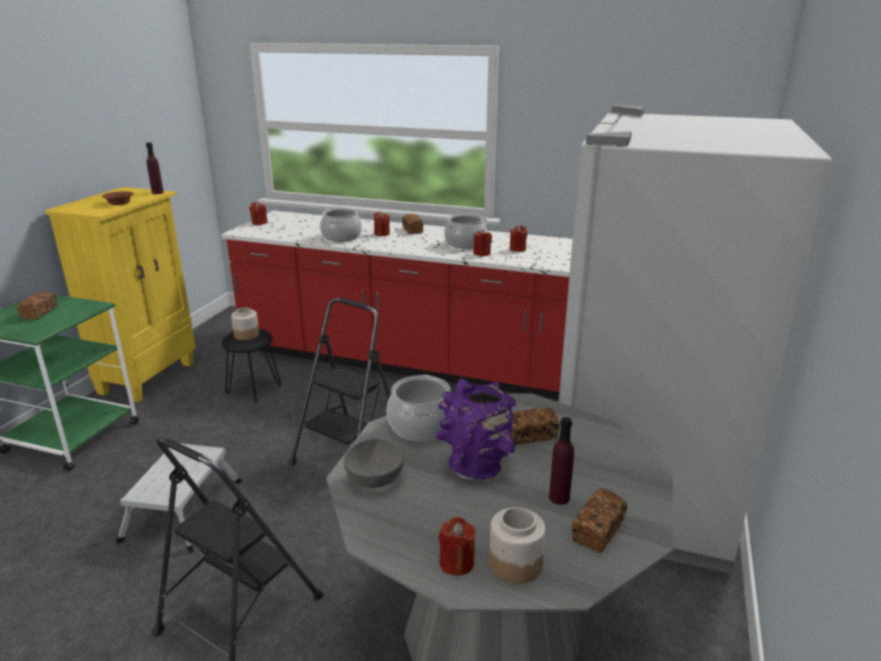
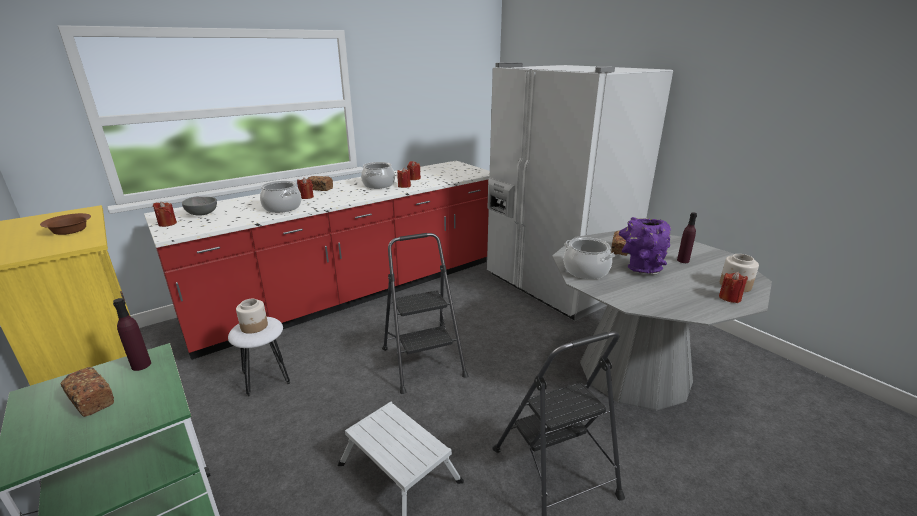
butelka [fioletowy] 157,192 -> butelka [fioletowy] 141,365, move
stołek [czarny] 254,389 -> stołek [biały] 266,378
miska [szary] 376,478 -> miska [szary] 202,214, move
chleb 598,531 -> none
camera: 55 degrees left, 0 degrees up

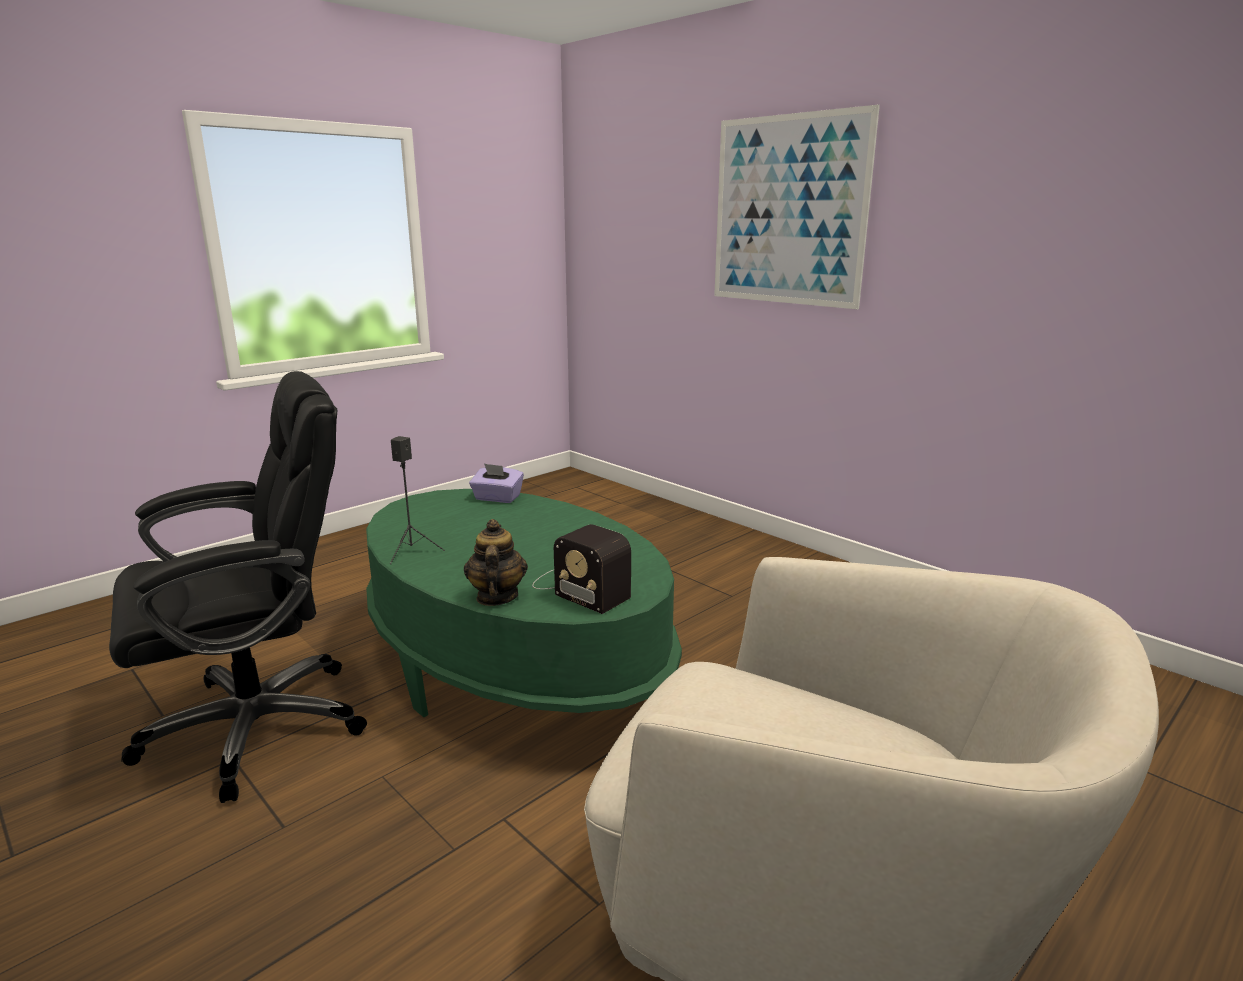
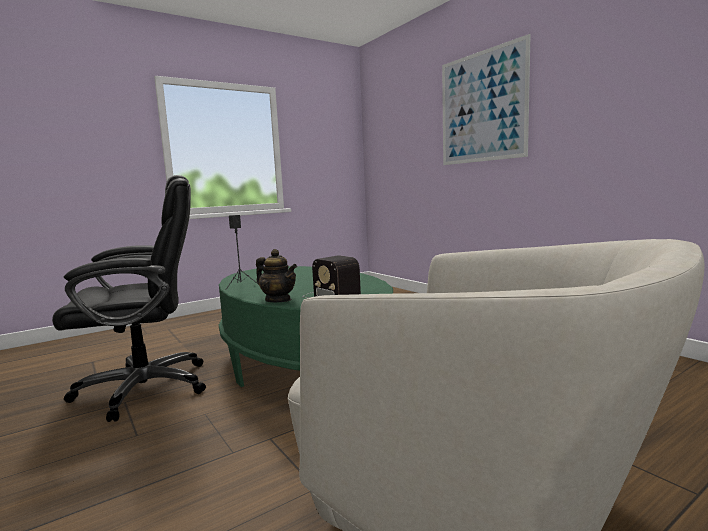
pudełko chusteczek [fioletowy] 497,498 -> none
imbryk 496,597 -> imbryk 278,300, 120 degrees clockwise
camera: 10 degrees right, 10 degrees down

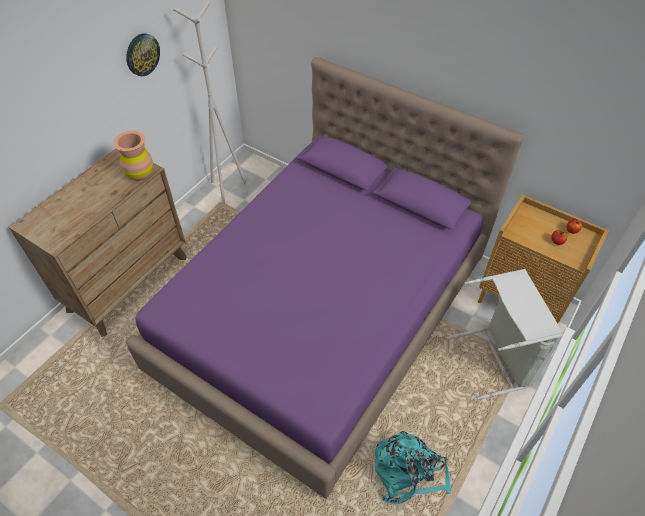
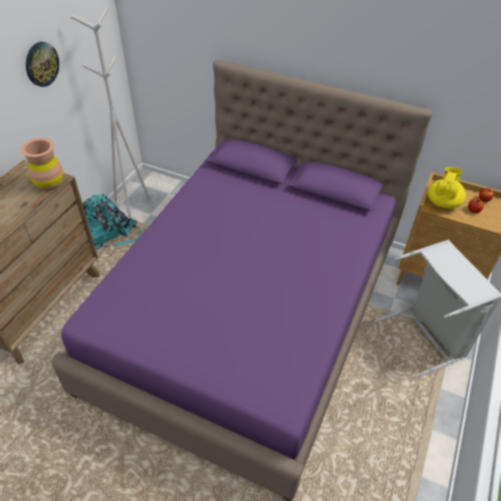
plecak [turkusowy] 408,471 -> plecak [turkusowy] 111,235, move
none -> imbryk [żółty] 443,202
camera: 10 degrees left, 5 degrees down

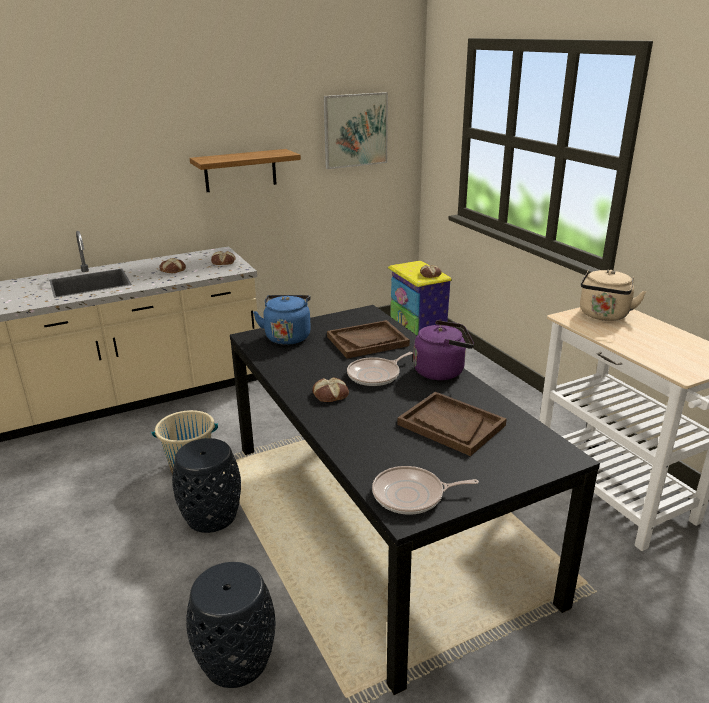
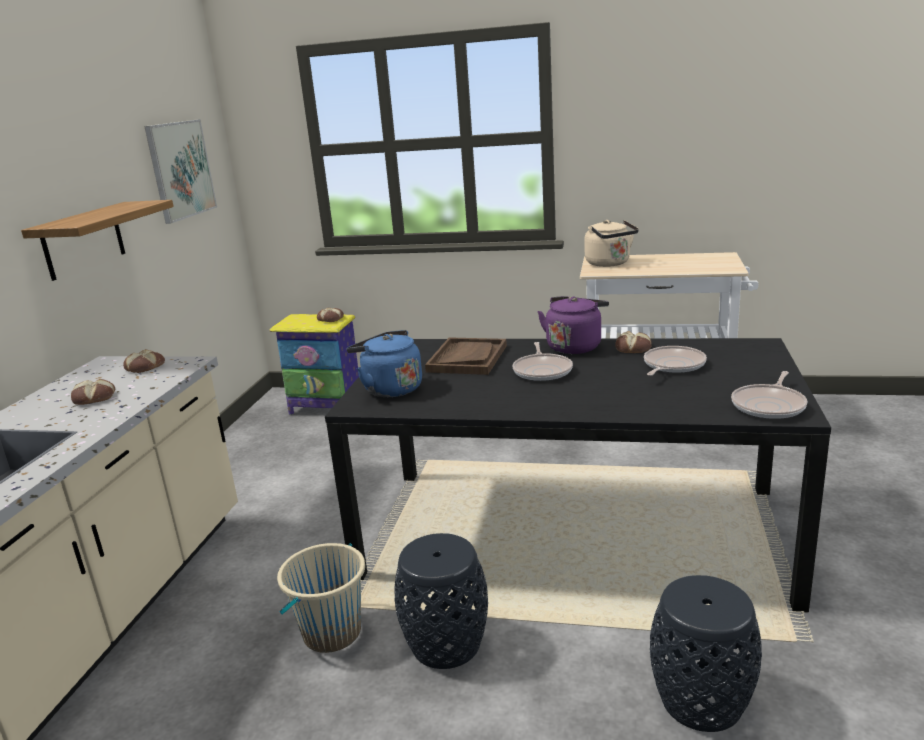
chleb 330,395 -> chleb 634,348, move
taca [brązowy] 451,425 -> patelnia 672,366
camera: 50 degrees left, 5 degrees down

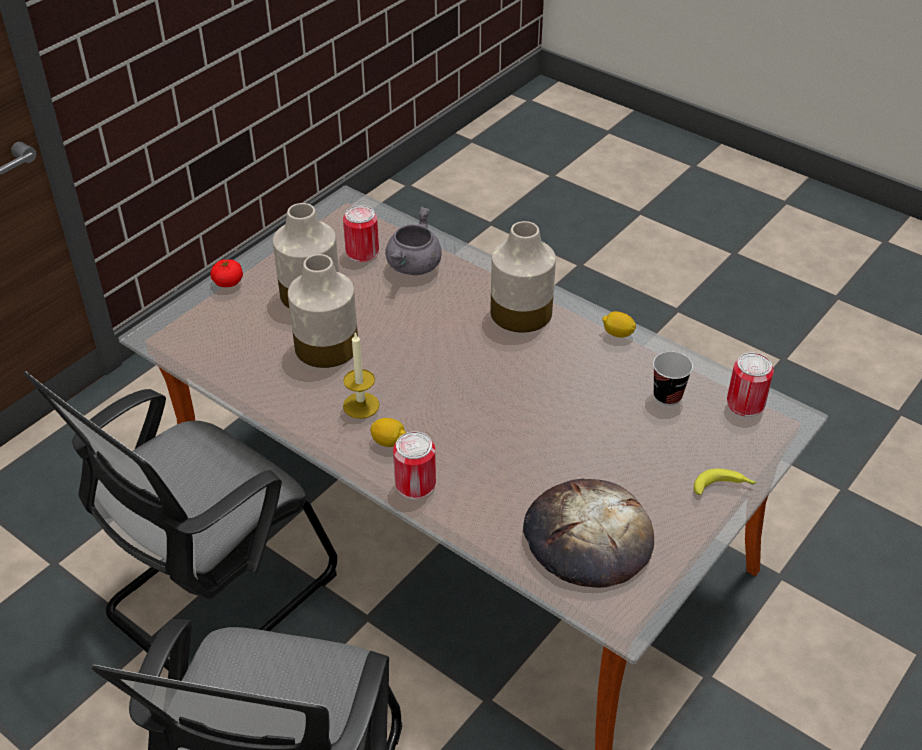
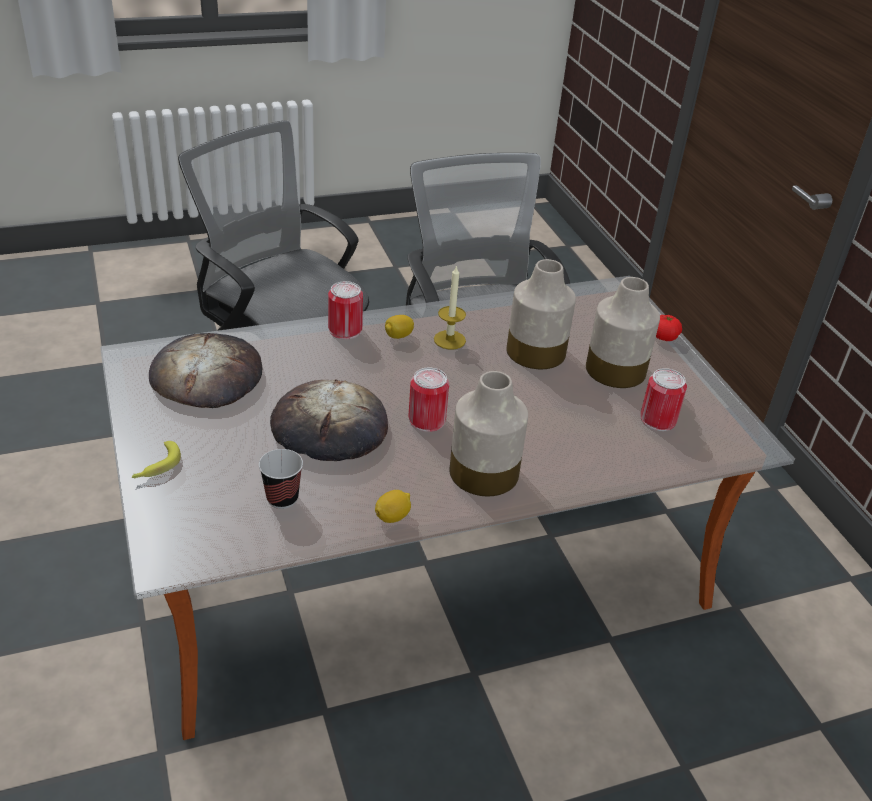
garnek [szary] 414,267 -> none
puszka 745,403 -> puszka 427,420, move
none -> chleb 329,428
camera: 120 degrees right, 5 degrees down

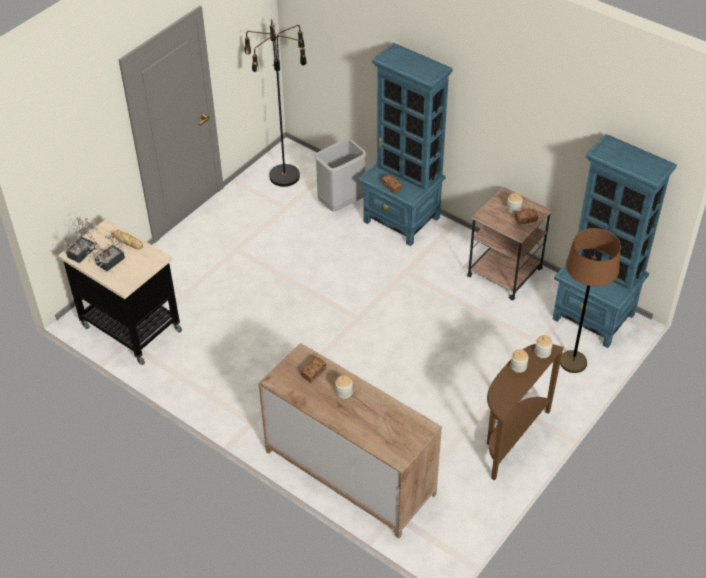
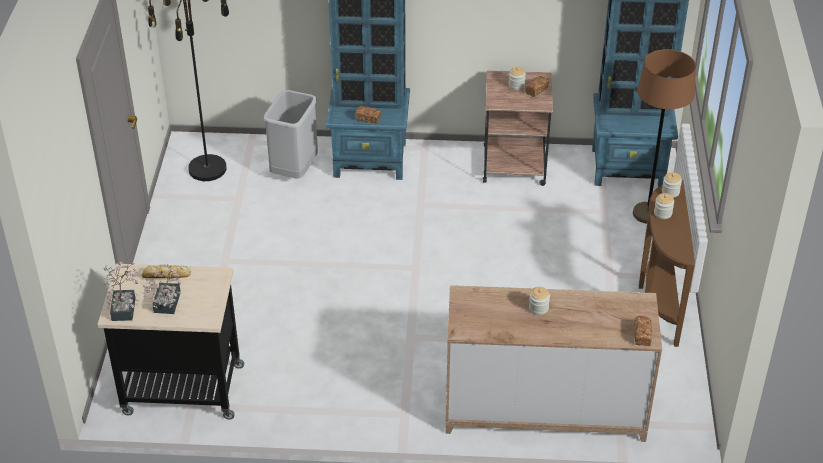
chleb 314,373 -> chleb 642,335, move
camera: 35 degrees left, 5 degrees down

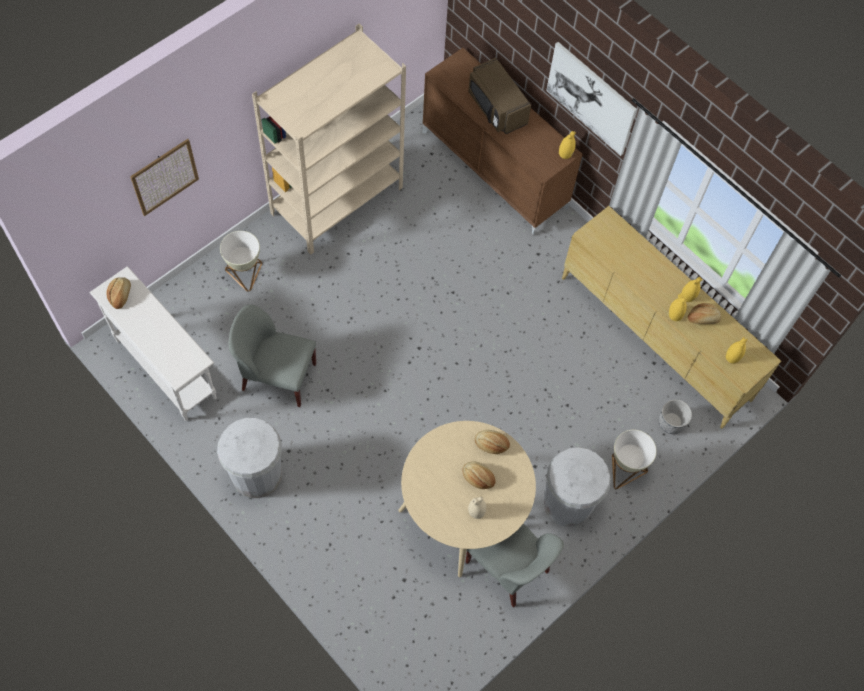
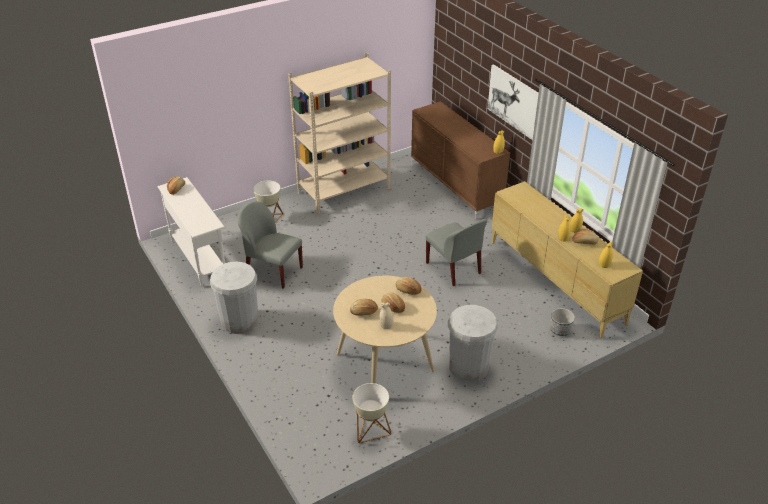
mikrofalówka [brązowy] 496,108 -> none
obraz 164,176 -> none
donica 624,470 -> donica 371,430, move
krzesło [szary] 509,568 -> krzesło [szary] 454,269, move
none -> chleb 363,312
camera: 15 degrees right, 25 degrees down

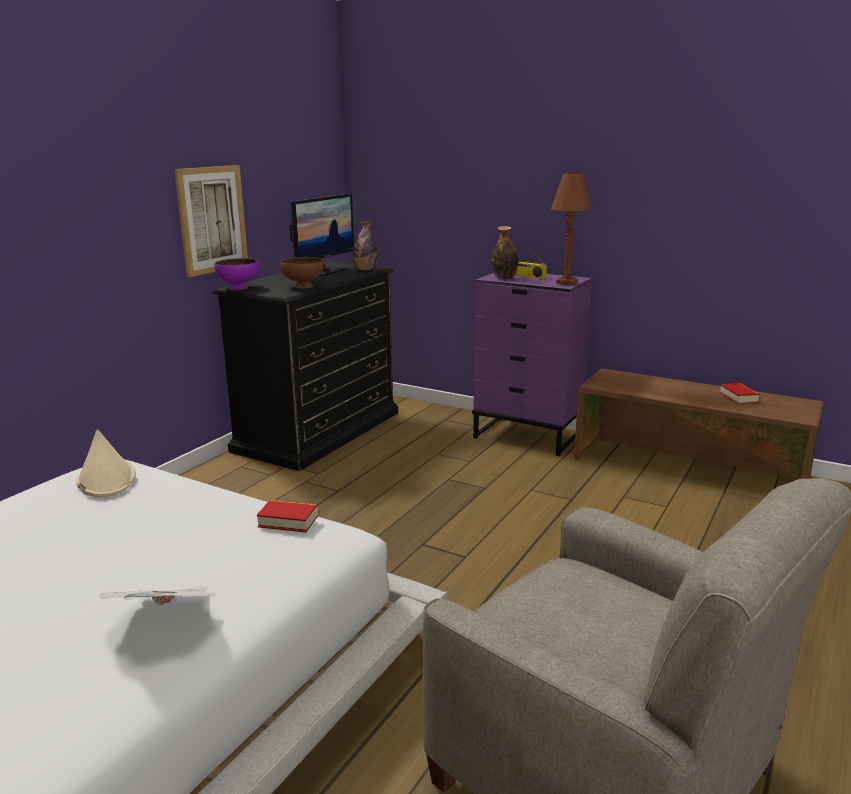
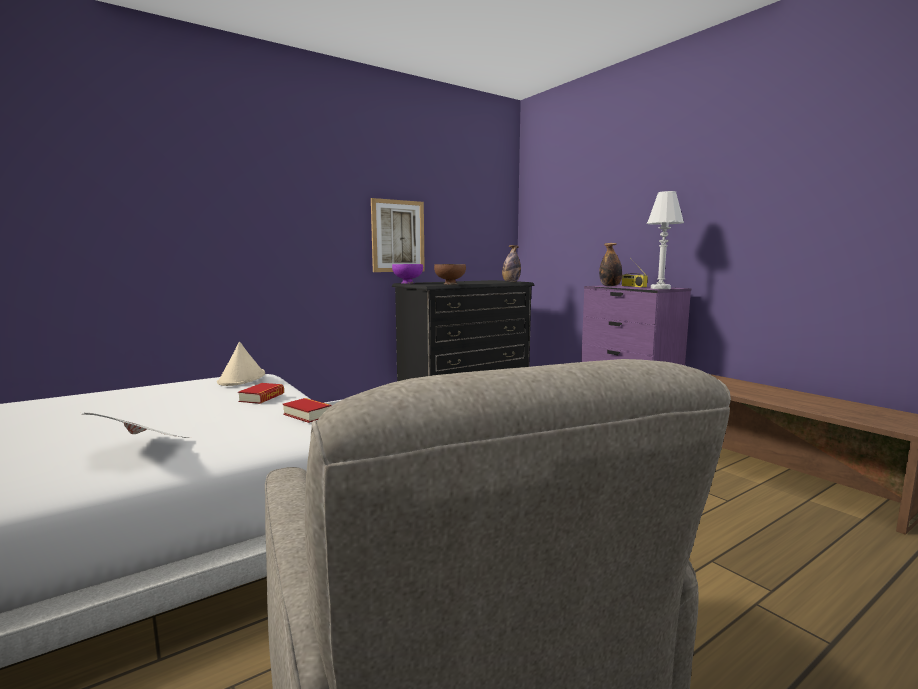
lampa stołowa [brązowy] 566,283 -> lampa stołowa [biały] 660,288
monitor 324,271 -> none
książka 738,397 -> książka 262,397, move
camera: 25 degrees right, 10 degrees down

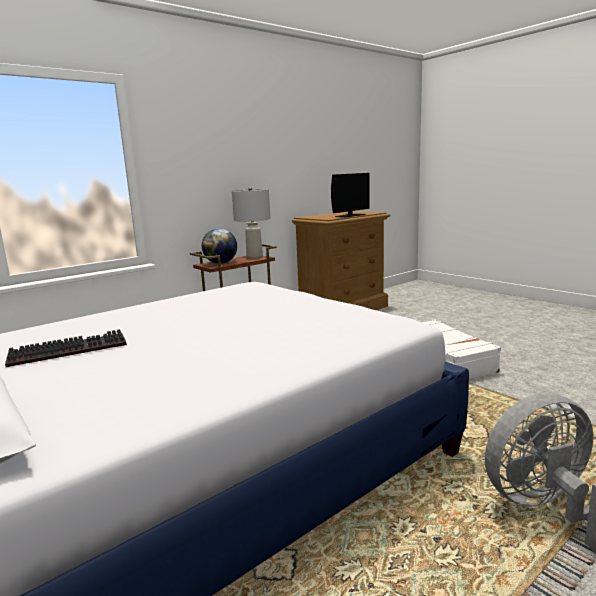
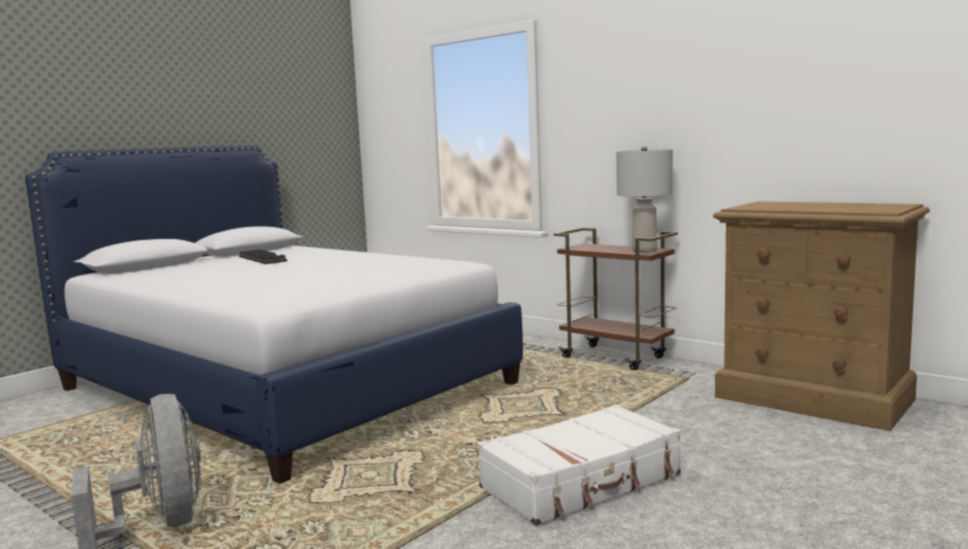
monitor 350,215 -> none
globus 221,263 -> none
camera: 80 degrees right, 5 degrees down

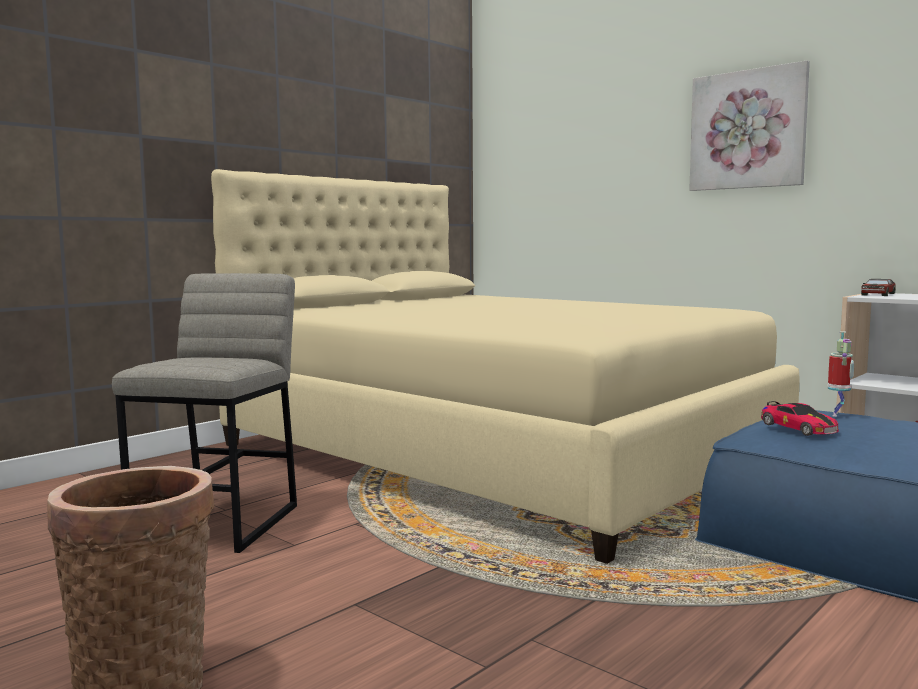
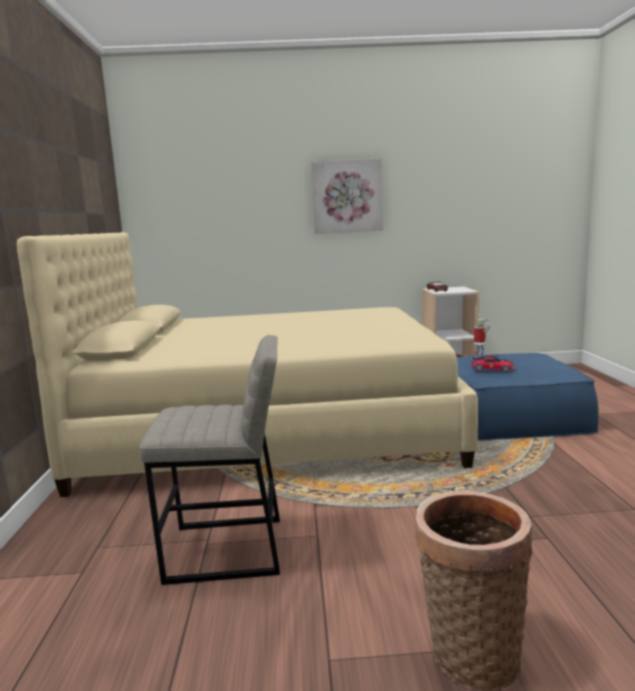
krzesło [szary] 219,522 -> krzesło [szary] 229,549, 120 degrees clockwise
camera: 45 degrees left, 5 degrees up

